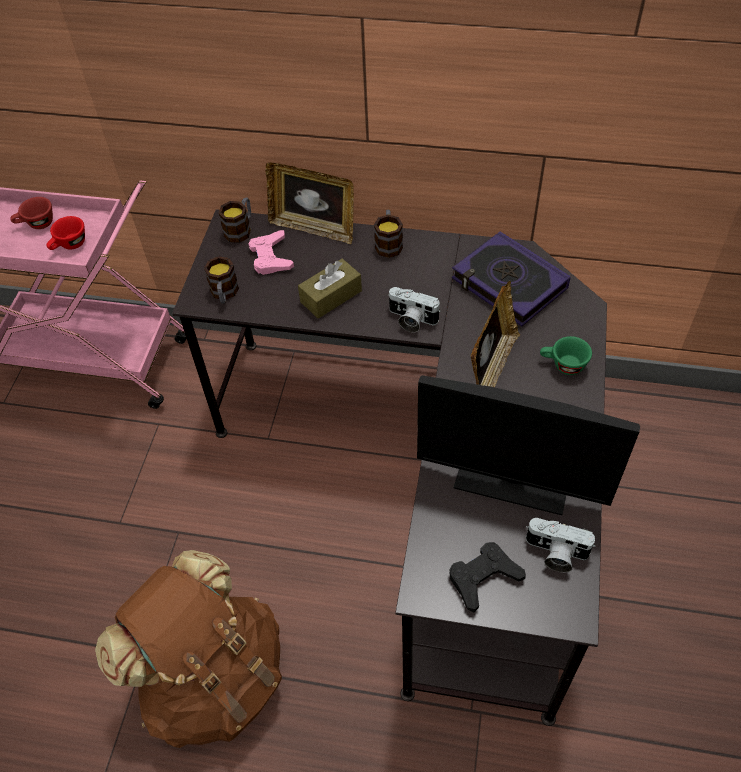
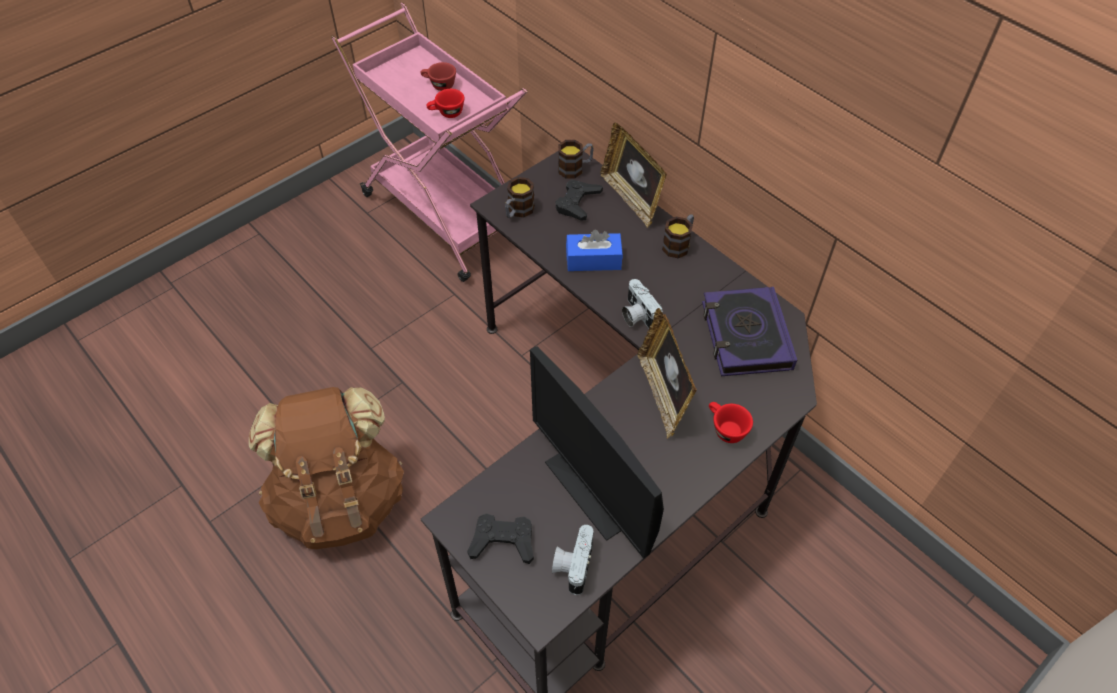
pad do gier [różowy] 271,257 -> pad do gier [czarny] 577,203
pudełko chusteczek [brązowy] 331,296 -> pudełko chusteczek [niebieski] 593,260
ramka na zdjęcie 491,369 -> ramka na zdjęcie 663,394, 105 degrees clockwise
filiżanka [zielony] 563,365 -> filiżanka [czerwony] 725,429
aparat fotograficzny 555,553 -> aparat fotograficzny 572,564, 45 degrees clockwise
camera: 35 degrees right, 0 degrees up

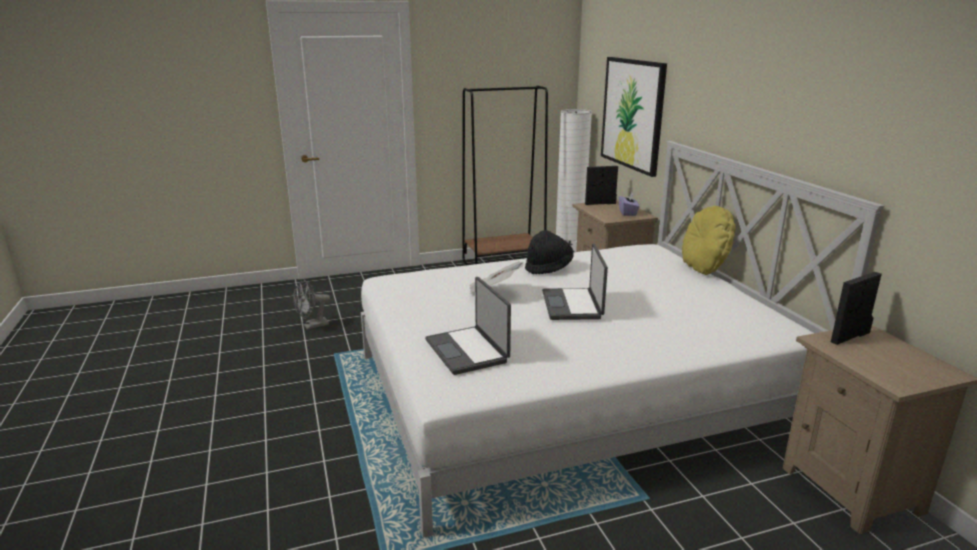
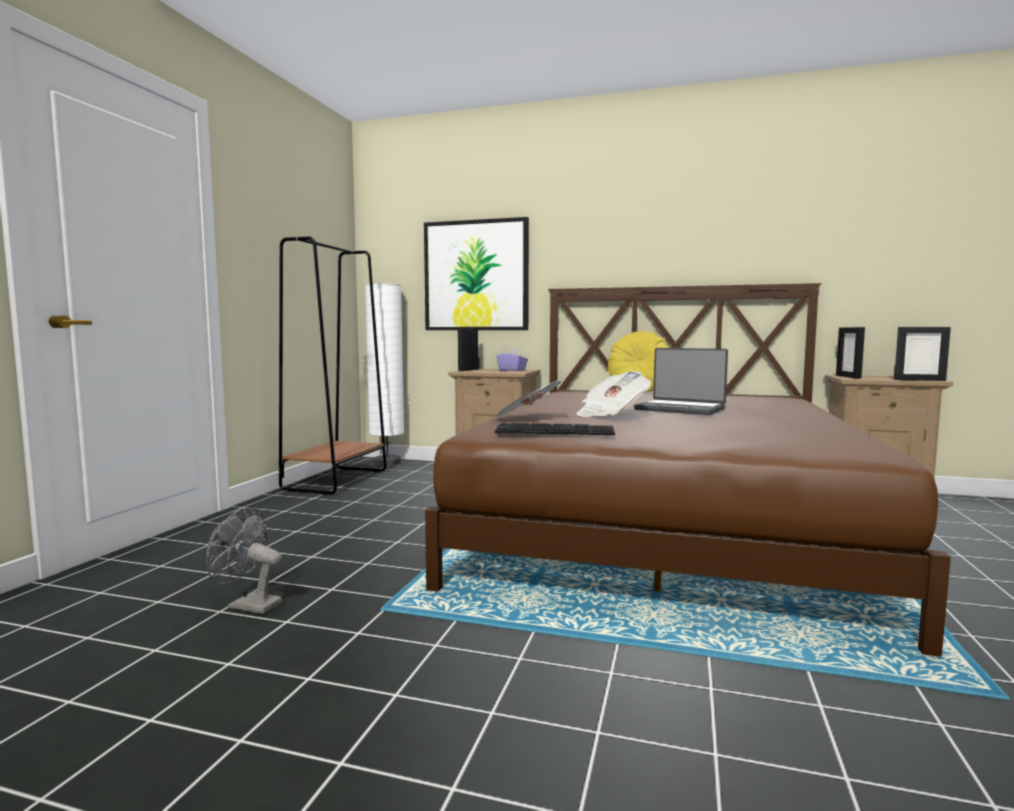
łóżko [biały] 570,393 -> łóżko [brązowy] 663,524
kapelusz [czarny] 548,268 -> none
laptop 468,351 -> none
wentylator [szary] 312,326 -> wentylator [szary] 248,605, 105 degrees clockwise
none -> ramka na zdjęcie 919,380
none -> gazeta 526,419
none -> klawiatura 556,430
camera: 55 degrees left, 15 degrees down

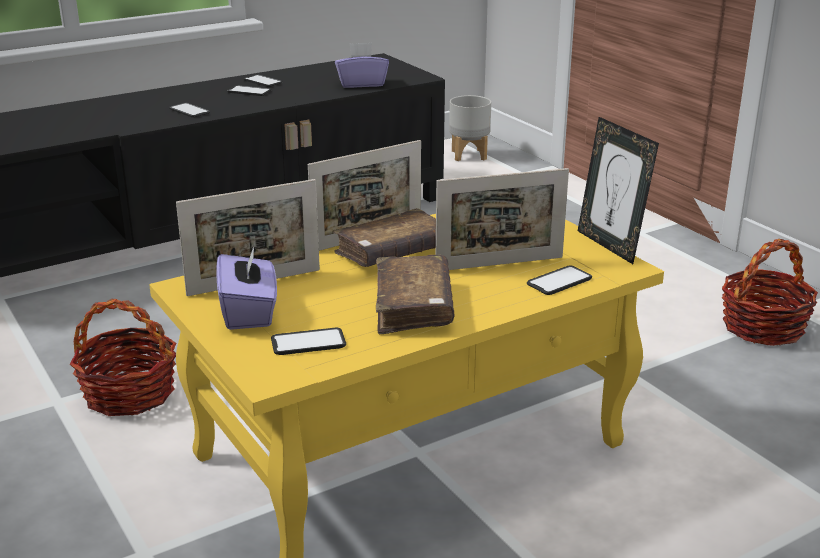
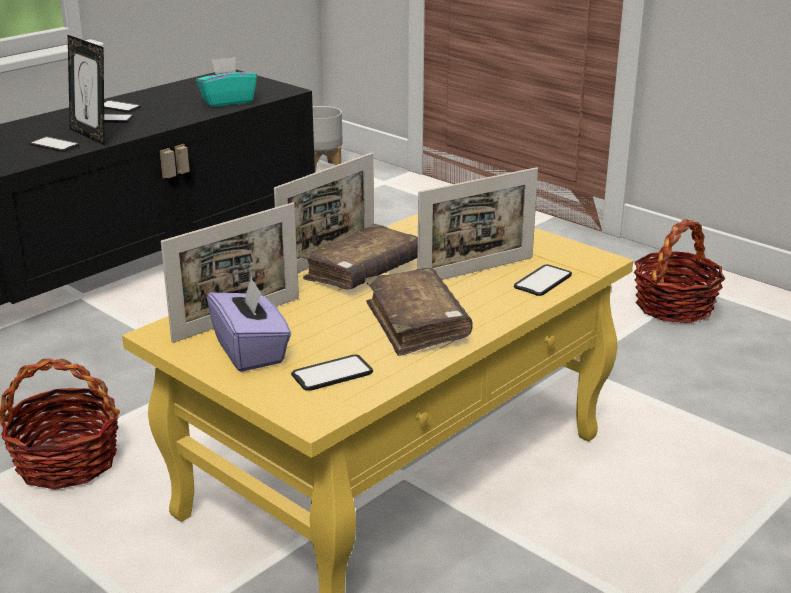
pudełko chusteczek [fioletowy] 361,84 -> pudełko chusteczek [turkusowy] 227,101
ramka na zdjęcie 610,245 -> ramka na zdjęcie 92,135, move
camera: 15 degrees left, 0 degrees up

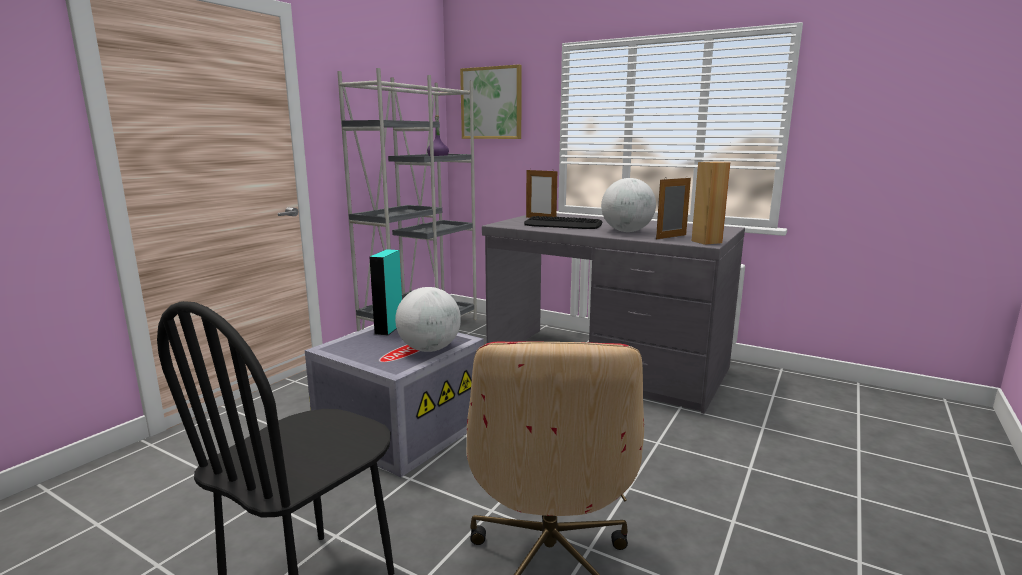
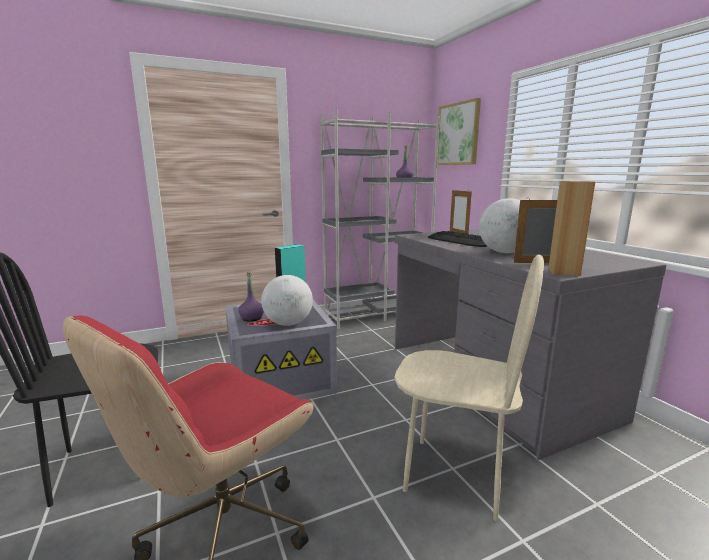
none -> krzesło [beżowy] 454,475
none -> butelka [fioletowy] 252,318
camera: 35 degrees right, 0 degrees up

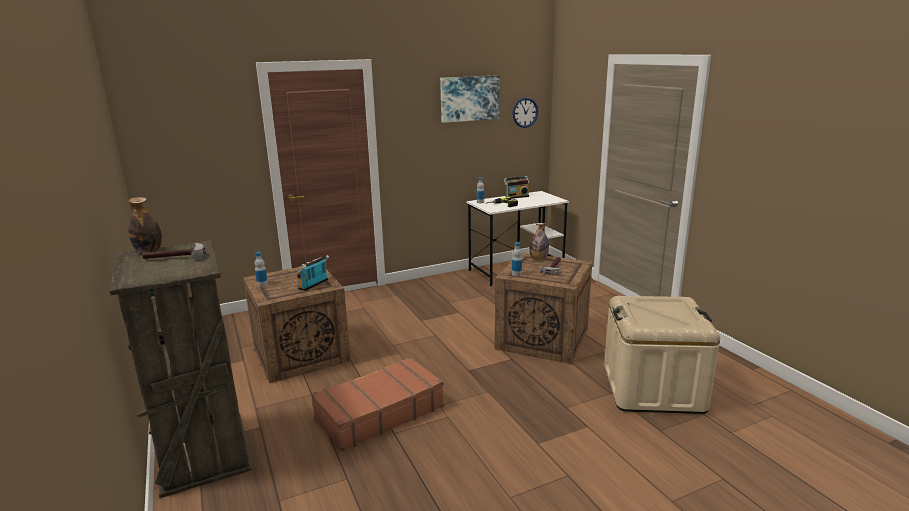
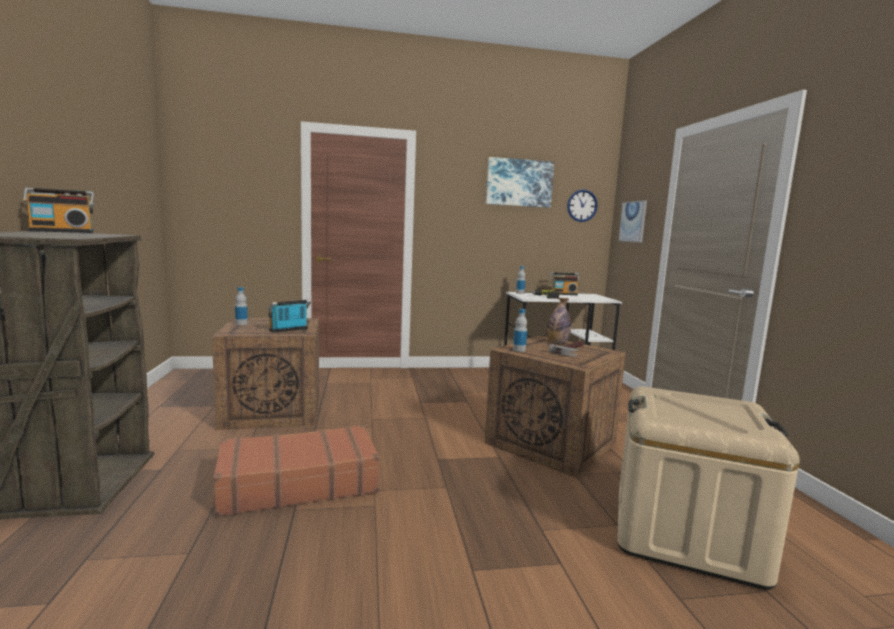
butelka 149,251 -> radio 62,231
młotek 176,257 -> none
none -> obraz 633,221
camera: 15 degrees right, 10 degrees down

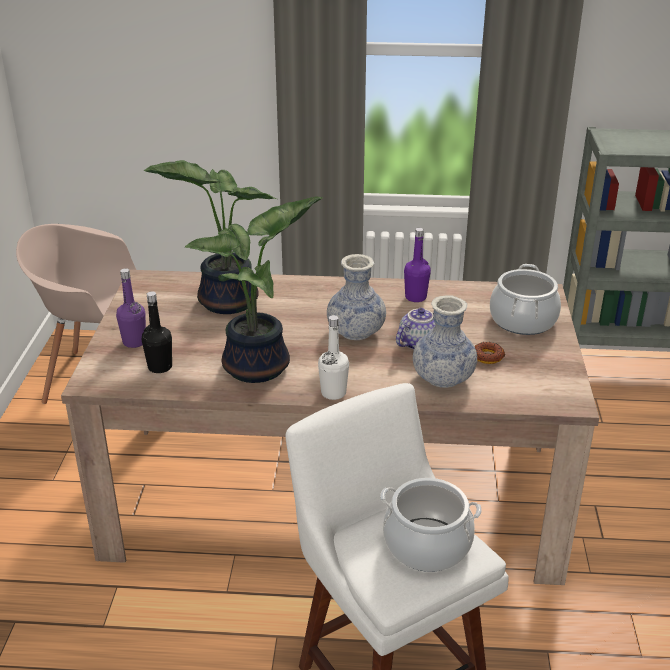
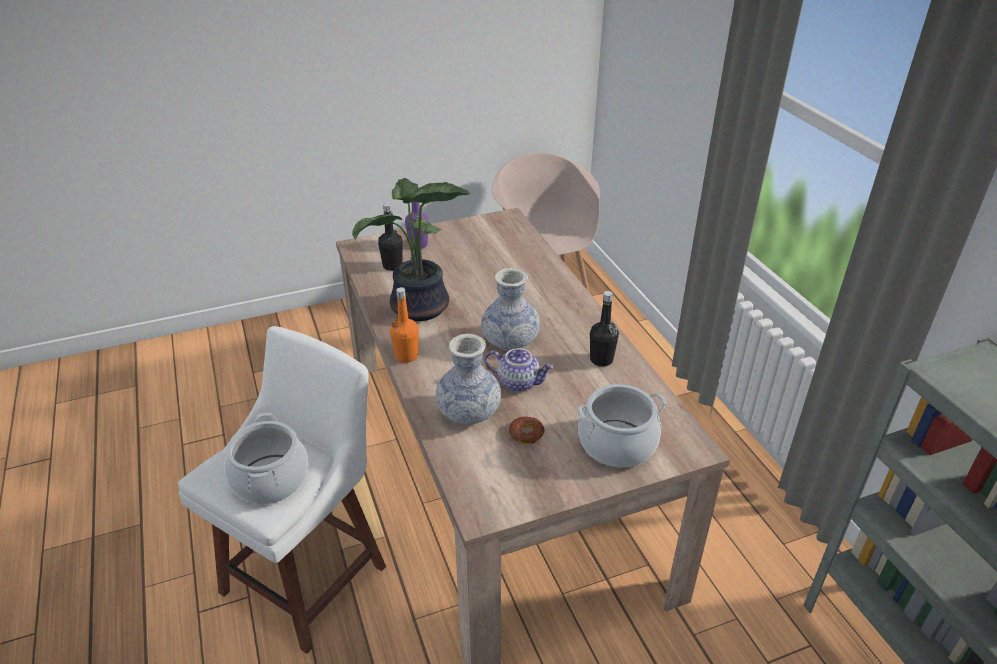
roślina doniczkowa 224,300 -> none
butelka [fioletowy] 415,297 -> butelka [czarny] 601,360
butelka [biały] 333,393 -> butelka [pomarańczowy] 406,356
camera: 65 degrees right, 5 degrees up

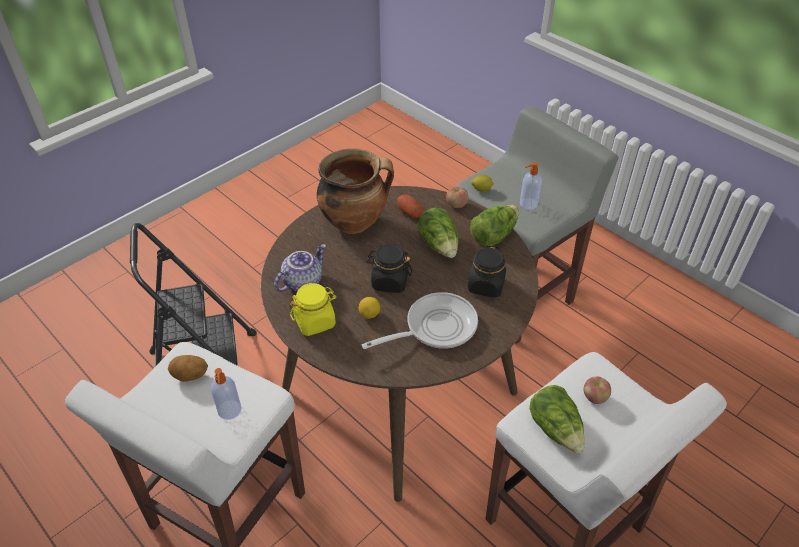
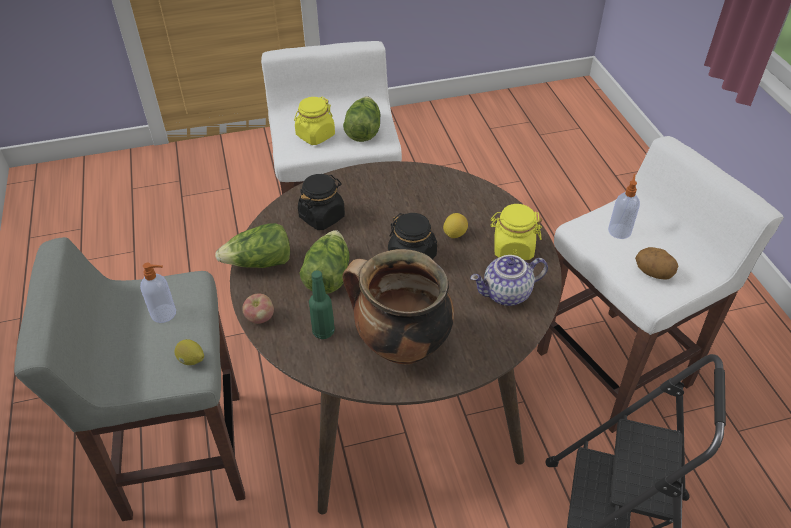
ziemniak 410,212 -> butelka [zielony] 323,331
patelnia 435,327 -> none
jabłko 594,397 -> słoik [żółty] 315,135
camera: 150 degrees left, 0 degrees up

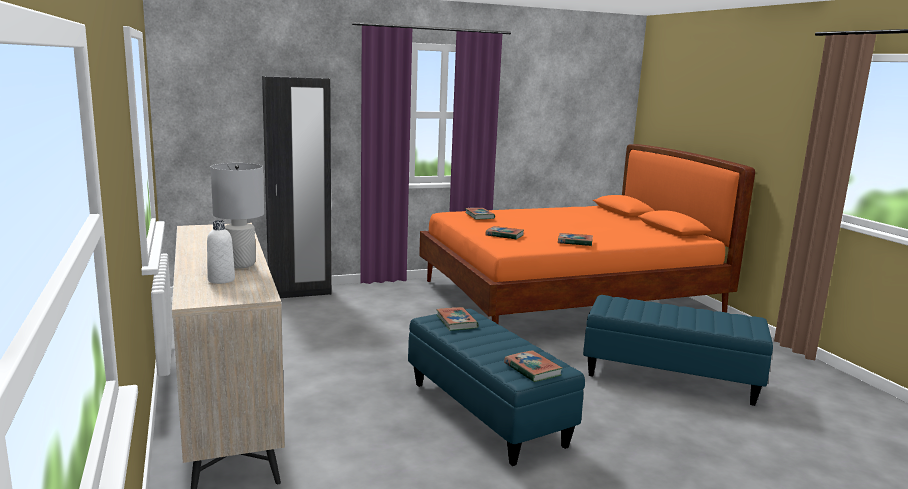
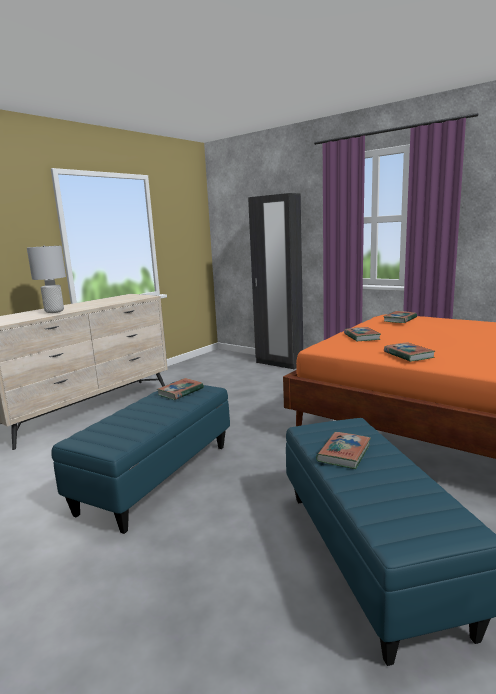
butelka [biały] 221,280 -> none
książka 532,369 -> książka 344,453, move
camera: 60 degrees right, 0 degrees up

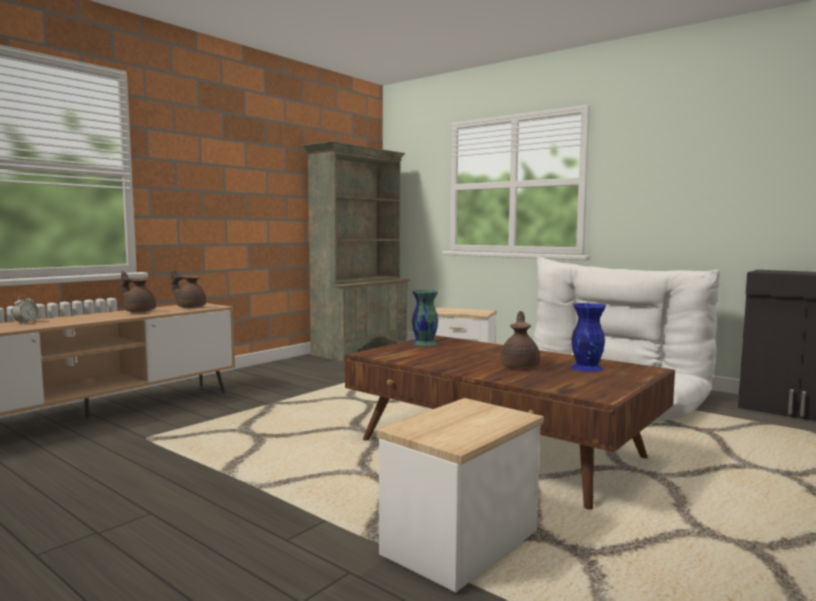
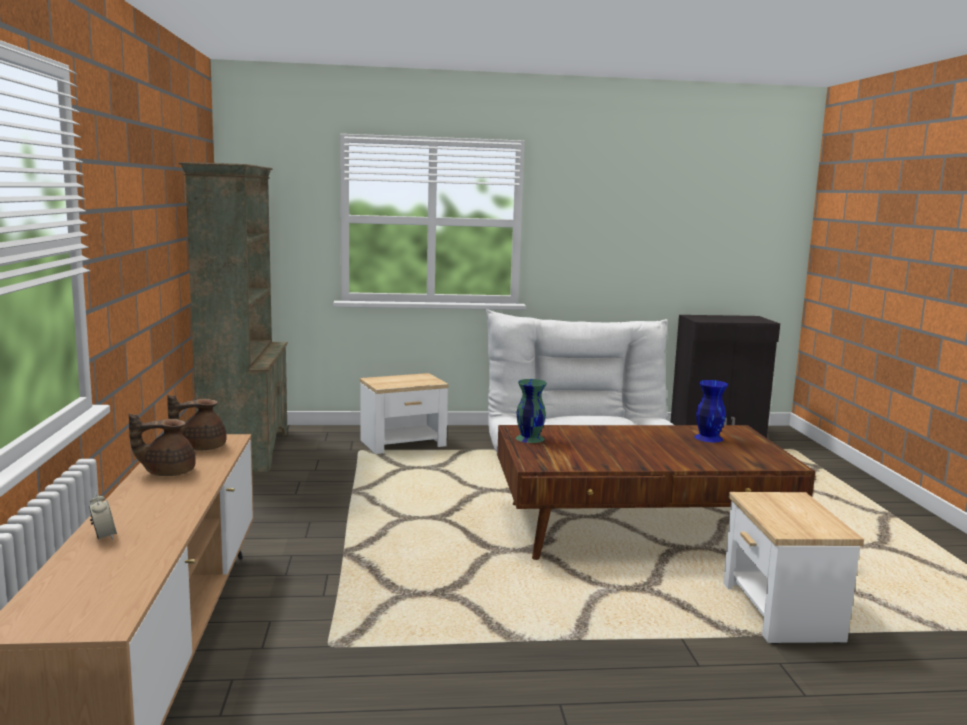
imbryk [brązowy] 520,366 -> none
camera: 45 degrees left, 5 degrees up

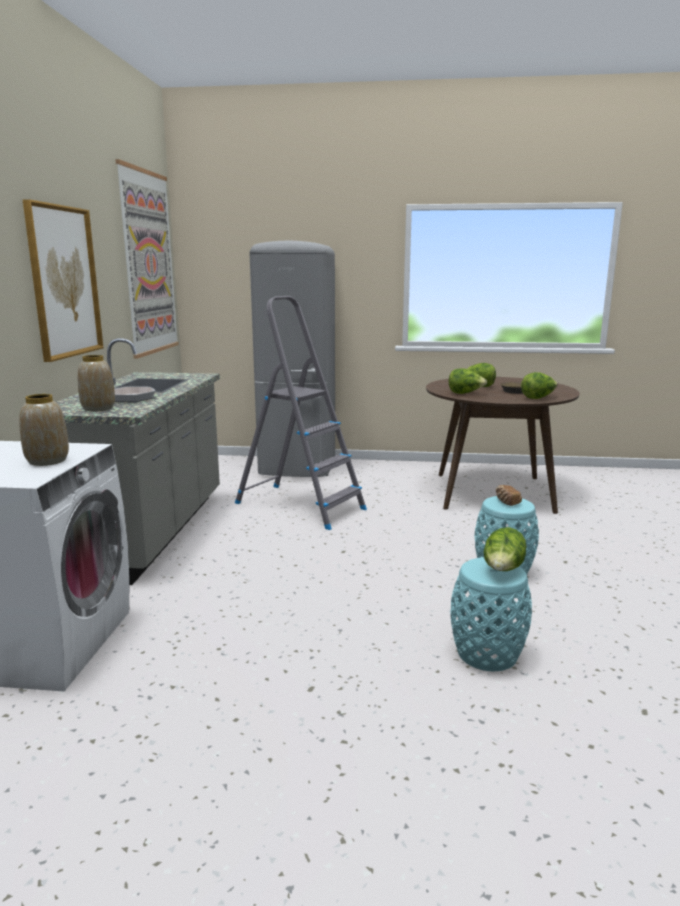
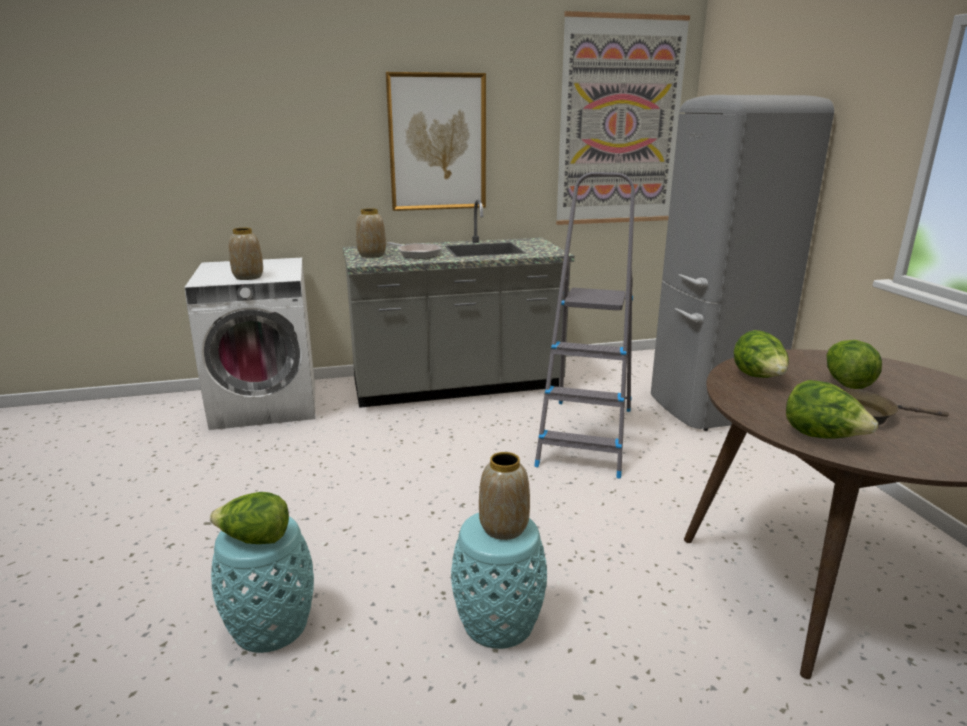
chleb 506,502 -> wazon 504,527
camera: 70 degrees right, 5 degrees up

